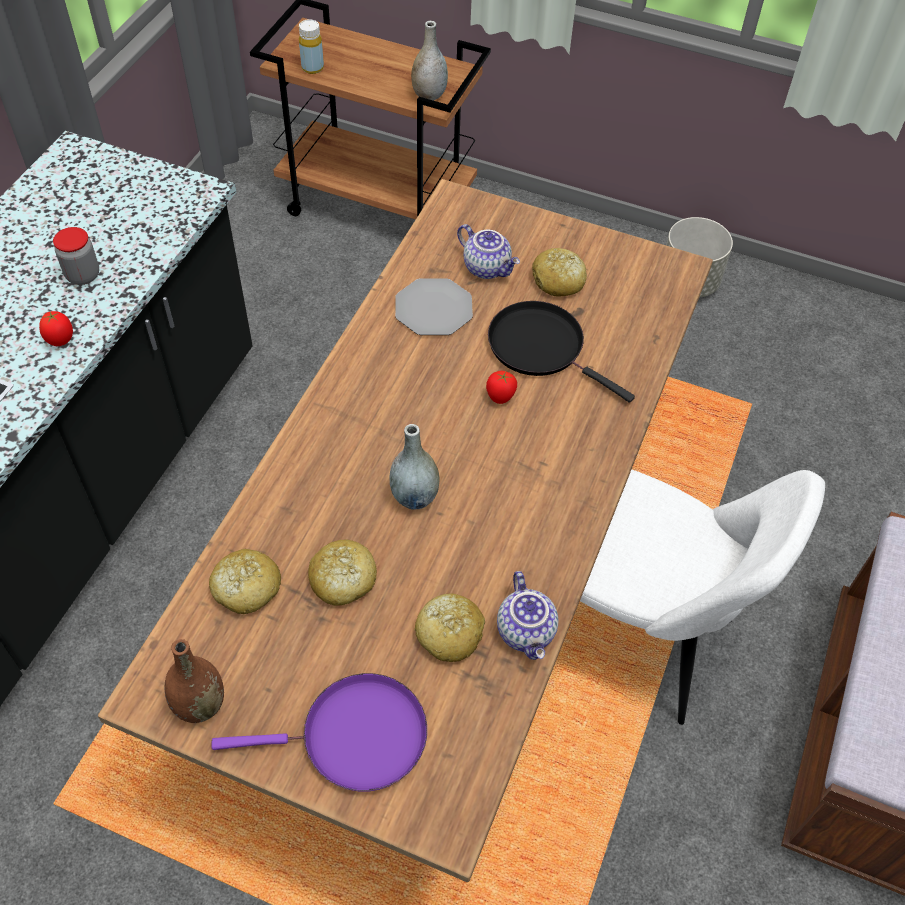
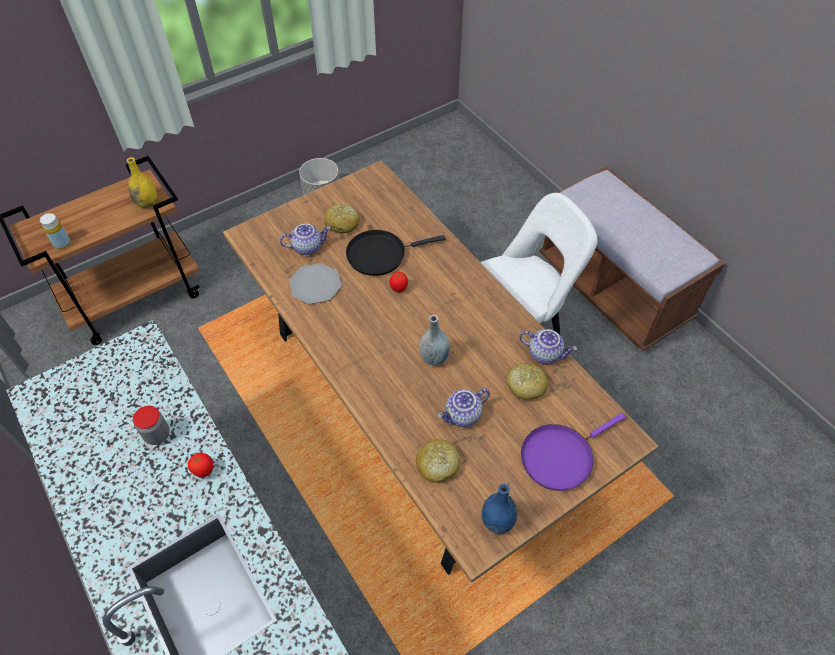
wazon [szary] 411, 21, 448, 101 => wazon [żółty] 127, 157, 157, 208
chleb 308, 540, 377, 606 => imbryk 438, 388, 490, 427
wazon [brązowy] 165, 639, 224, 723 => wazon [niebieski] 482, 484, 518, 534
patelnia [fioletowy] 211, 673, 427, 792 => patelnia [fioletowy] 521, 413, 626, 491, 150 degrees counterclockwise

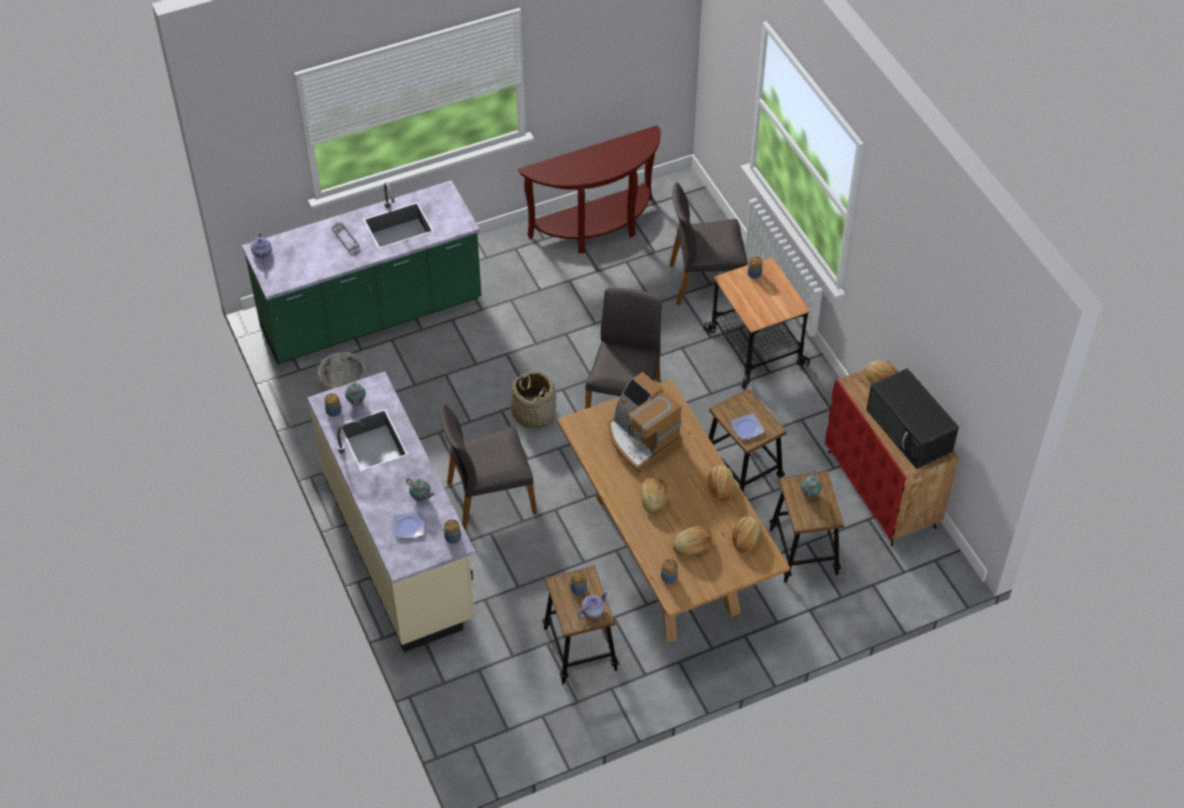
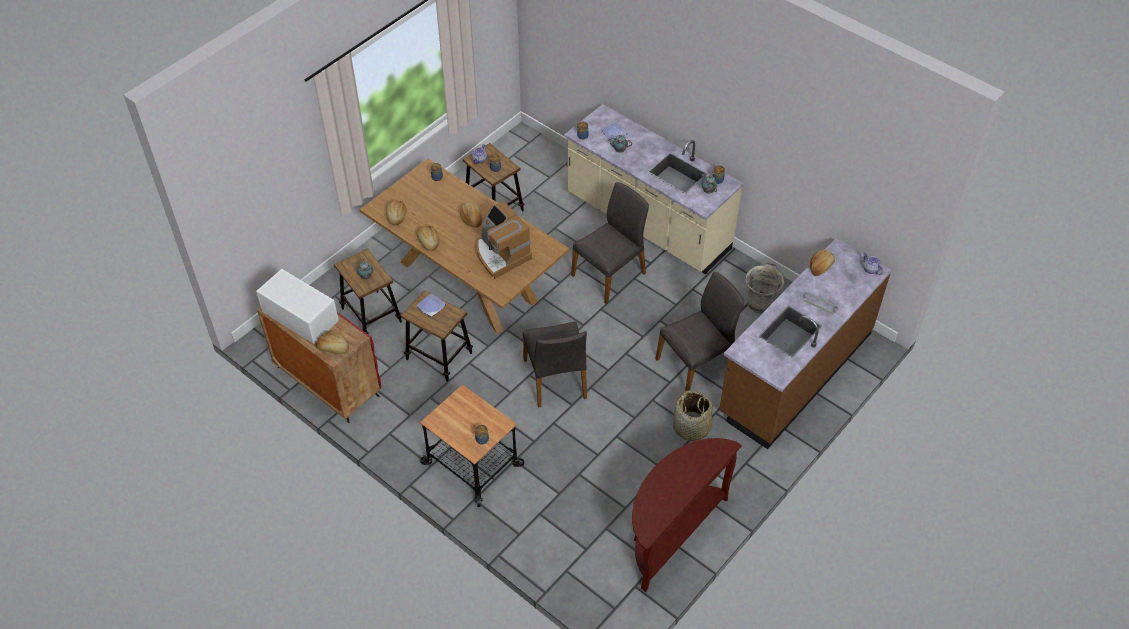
zabudowa kuchenna [zielony] 242, 180, 482, 364 => zabudowa kuchenna [brązowy] 719, 238, 892, 449
krzesło [szary] 670, 182, 747, 305 => krzesło [szary] 656, 272, 744, 391, moved
mikrofalówka [czarny] 866, 368, 959, 469 => mikrofalówka [biały] 256, 269, 339, 344
koszyk 511, 371, 556, 429 => koszyk 673, 390, 712, 441, moved
ekspres do kawy 608, 372, 682, 473 => ekspres do kawy 476, 201, 532, 279, 150 degrees counterclockwise
chleb 673, 526, 712, 556 => chleb 810, 250, 835, 276, moved

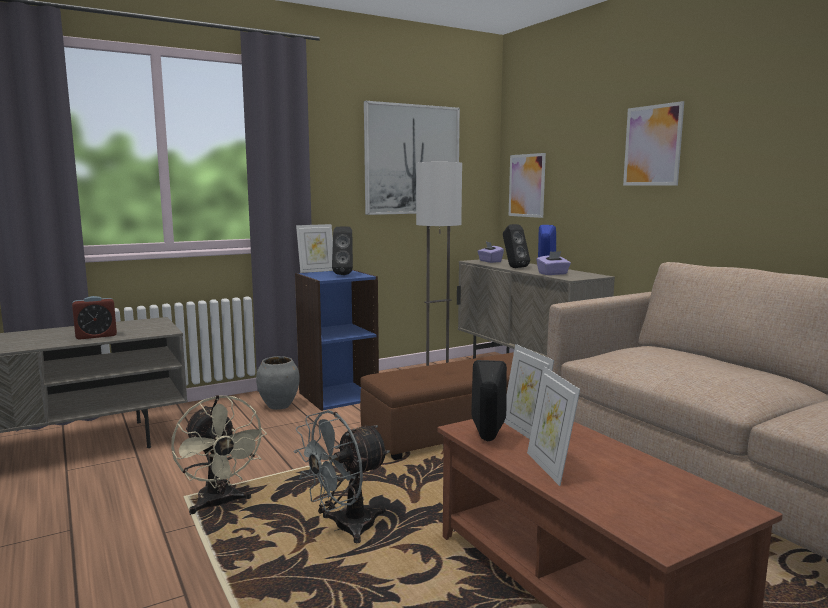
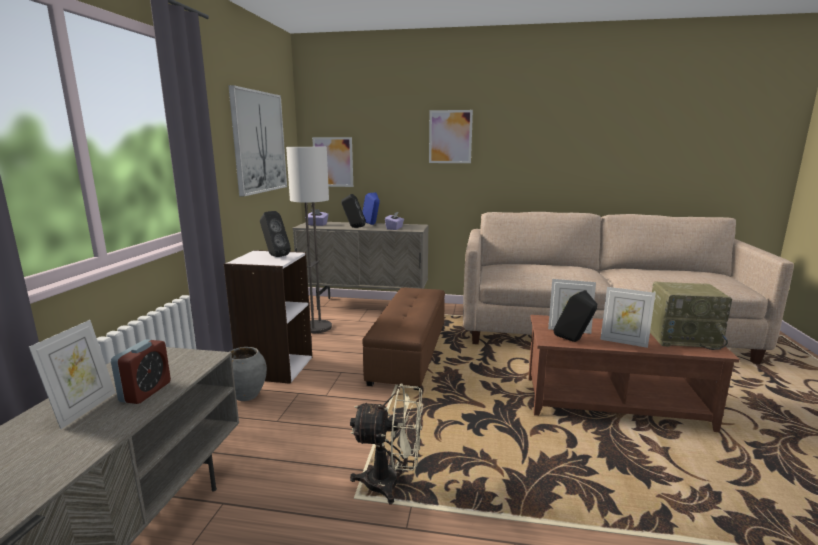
ramka na zdjęcie 296, 224, 333, 273 => ramka na zdjęcie 29, 320, 116, 429, moved
regał [niebieski] 295, 269, 379, 411 => regał [biały] 224, 250, 312, 384
wentylator [szary] 294, 410, 390, 543 => nothing
nothing => radio 650, 282, 732, 350

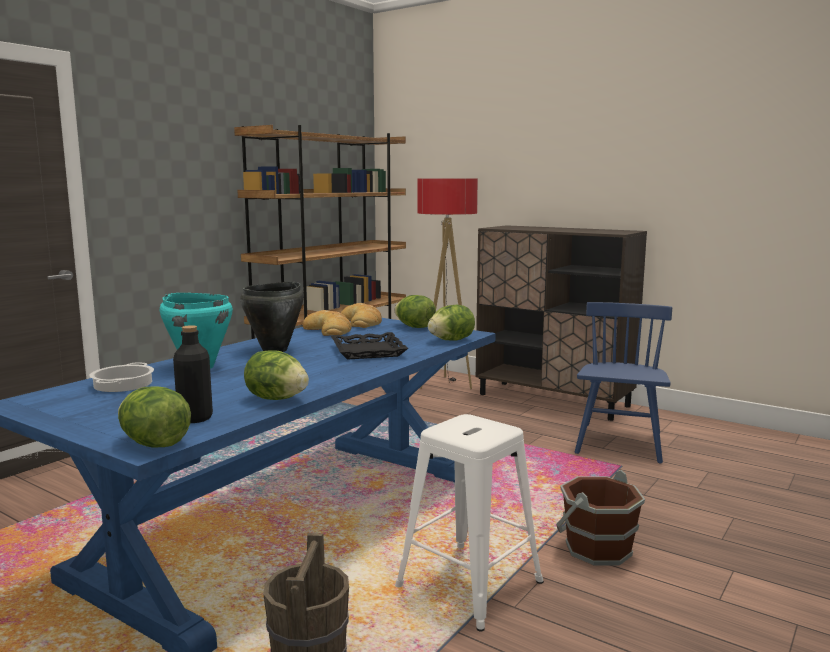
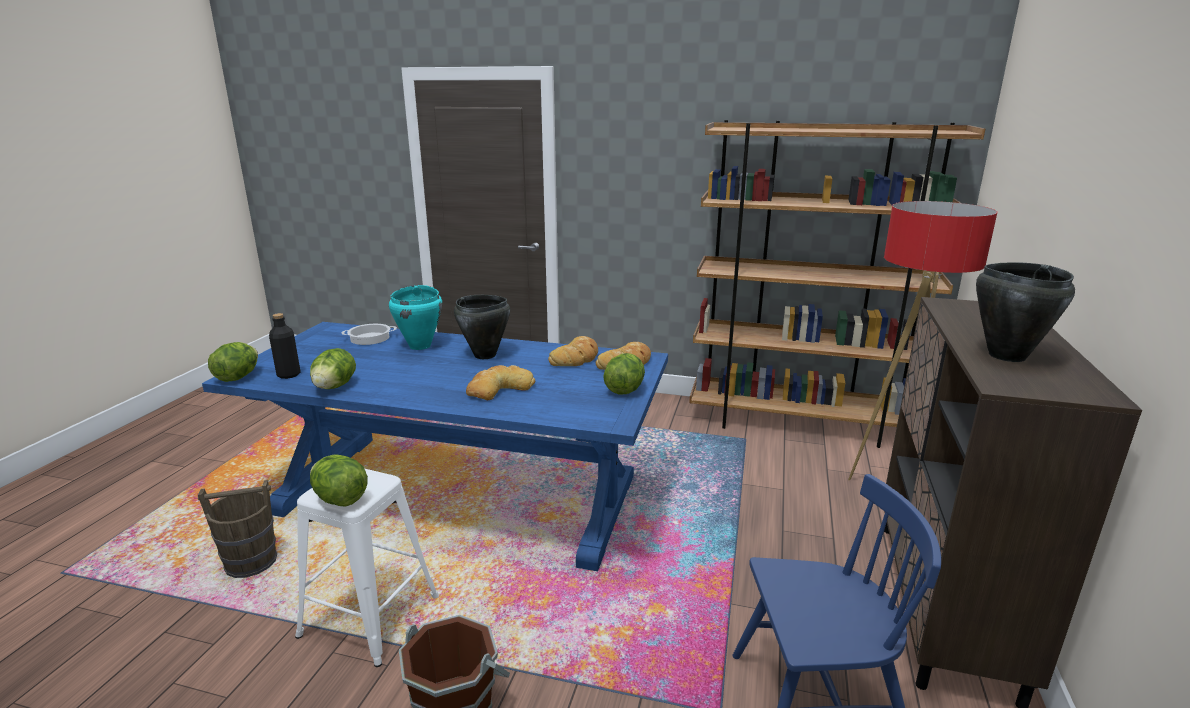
sałata 428, 305, 475, 340 => sałata 310, 454, 368, 507, moved
taca [czarny] 331, 332, 408, 360 => chleb 466, 365, 535, 400
nothing => garnek [czarny] 976, 262, 1075, 362

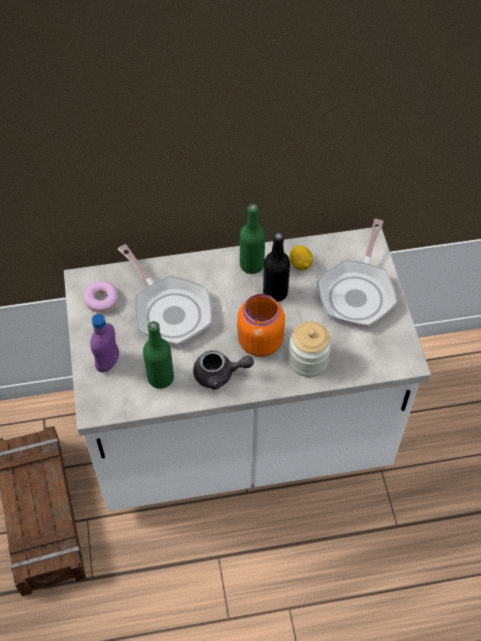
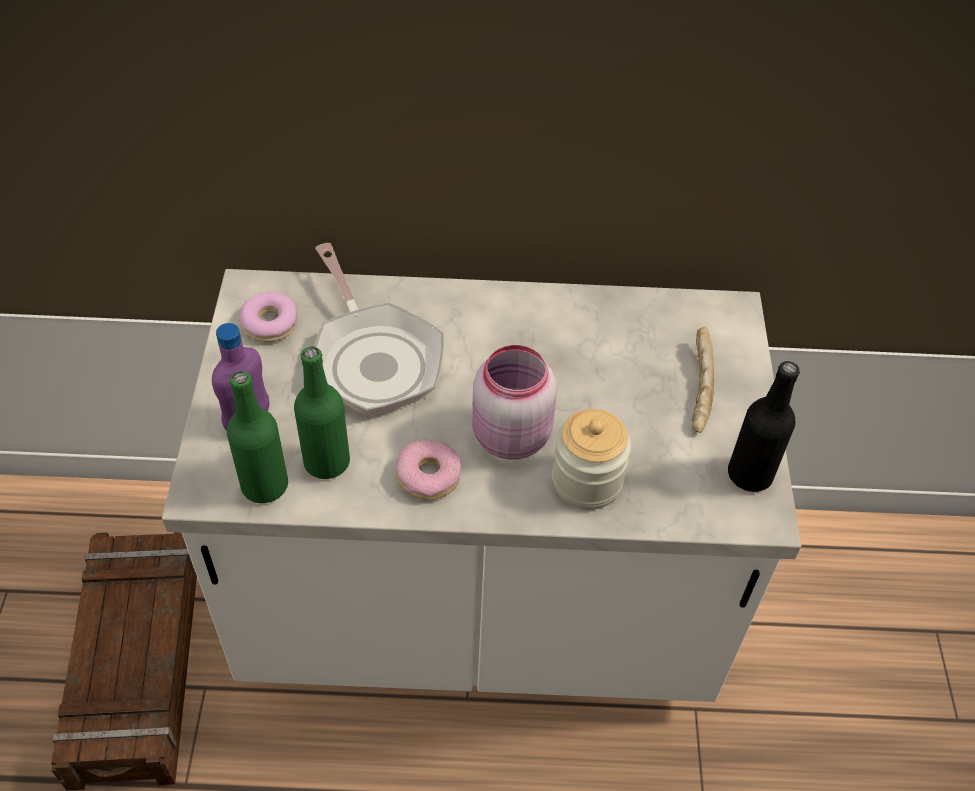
butelka [zielony] 240, 204, 265, 274 => butelka [zielony] 227, 371, 288, 503, moved
patelnia 317, 219, 398, 328 => chleb 692, 327, 714, 433
butelka [czarny] 263, 232, 290, 302 => butelka [czarny] 728, 361, 800, 492, moved
cytryna 290, 245, 313, 270 => nothing
słoik [pomarańczowy] 237, 294, 285, 357 => słoik [różowy] 472, 345, 557, 460
imbryk [szary] 193, 350, 254, 389 => donut 396, 439, 461, 500

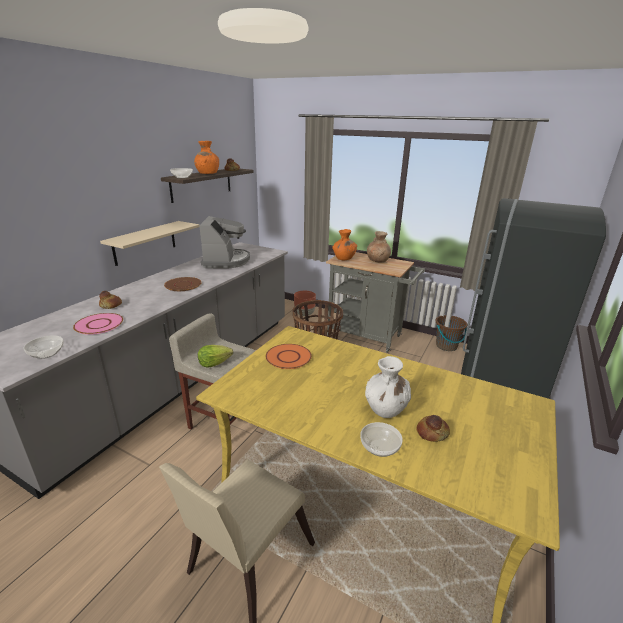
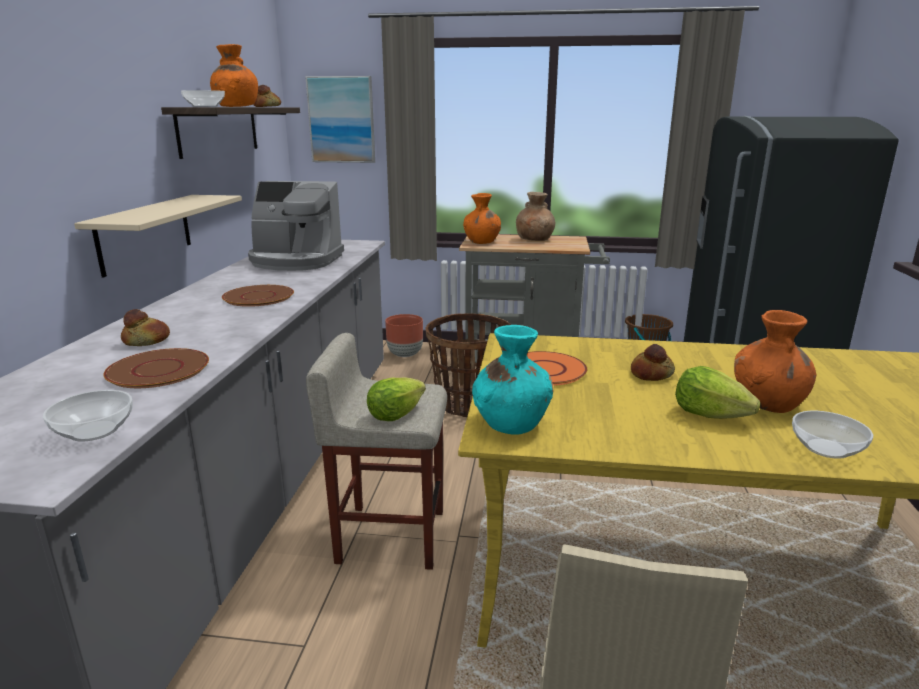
ekspres do kawy 199, 216, 250, 269 => ekspres do kawy 248, 181, 344, 271, 120 degrees clockwise
talerz [różowy] 73, 313, 123, 335 => talerz [brązowy] 103, 348, 209, 388
wazon [biały] 365, 356, 411, 418 => wazon [pomarańczowy] 734, 310, 816, 413
chleb 417, 415, 450, 442 => chleb 631, 344, 675, 381, moved
nothing => obraz 305, 76, 375, 163
nothing => wazon [turkusowy] 472, 325, 553, 435
nothing => sałata 675, 366, 760, 419

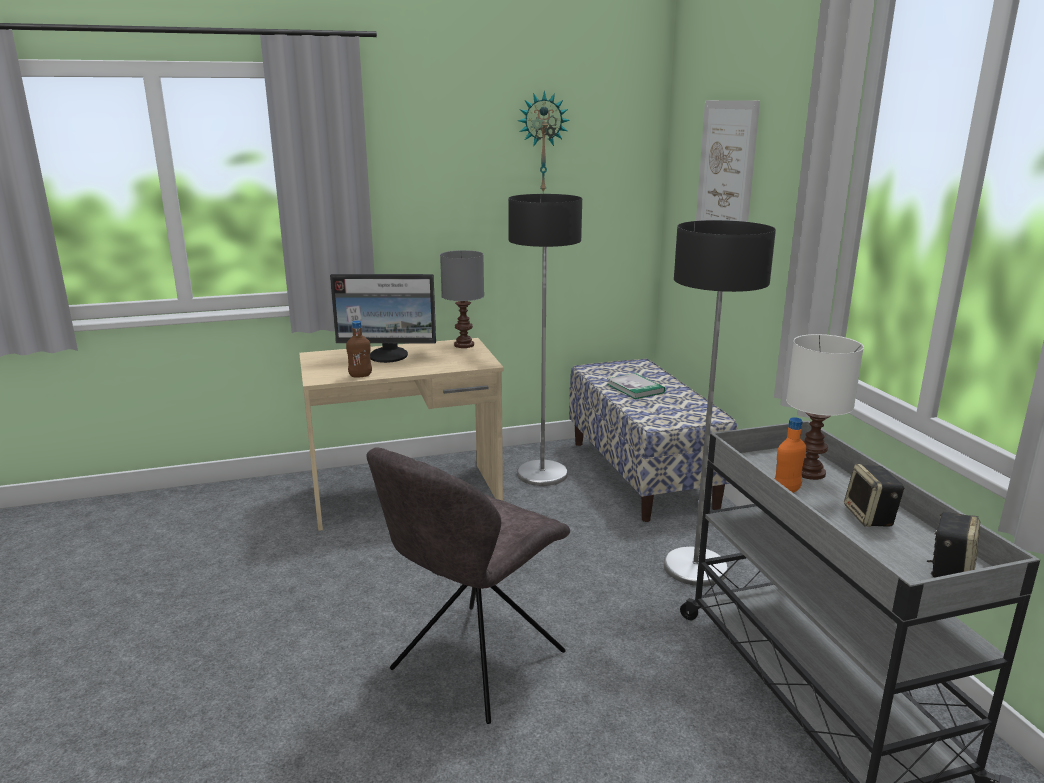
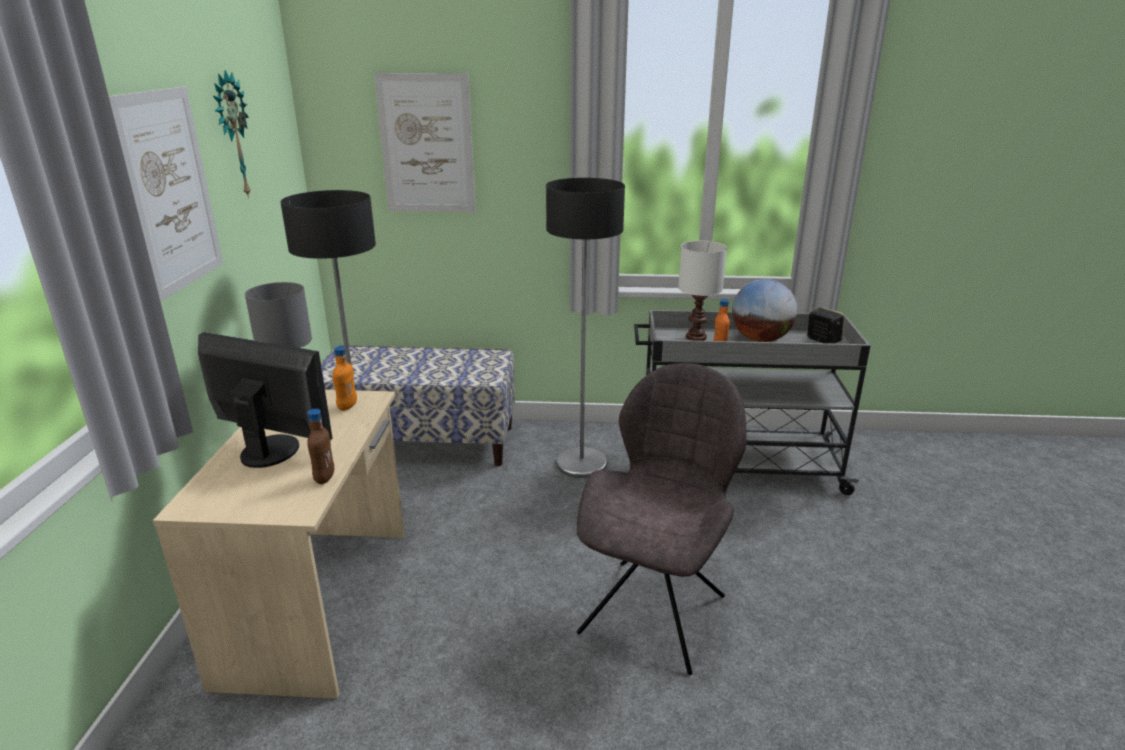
monitor 330, 274, 436, 363 => monitor 198, 332, 333, 468, 90 degrees counterclockwise
książka 607, 373, 665, 399 => nothing
krzesło [szary] 366, 447, 570, 724 => krzesło [szary] 577, 363, 747, 675, 120 degrees counterclockwise
głośnik 844, 464, 904, 527 => globus 732, 279, 797, 342
nothing => obraz 109, 86, 223, 302
nothing => butelka [pomarańczowy] 332, 346, 357, 411

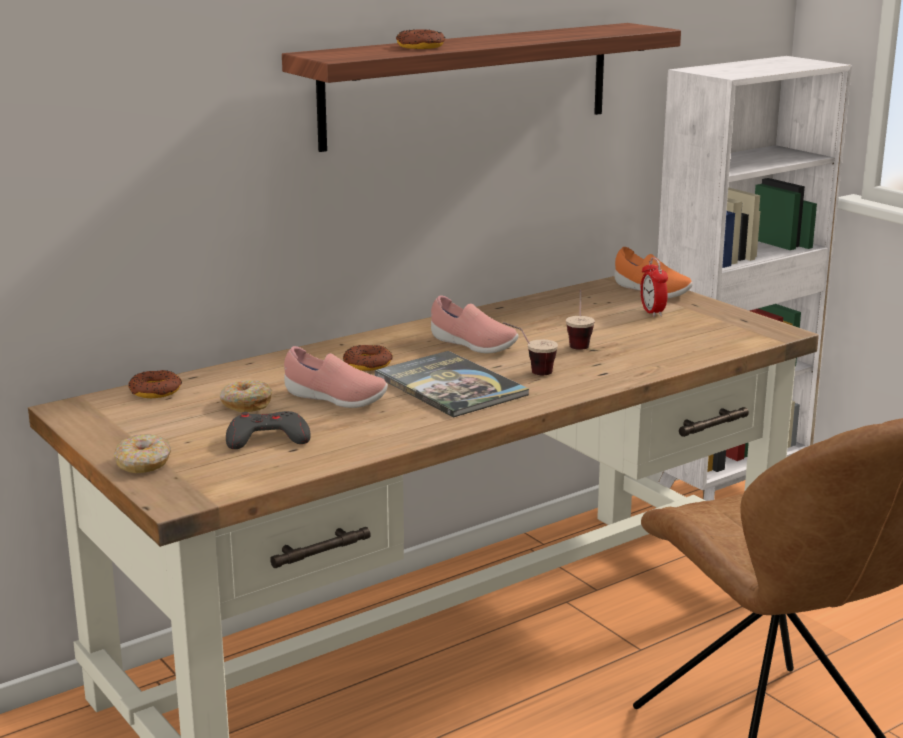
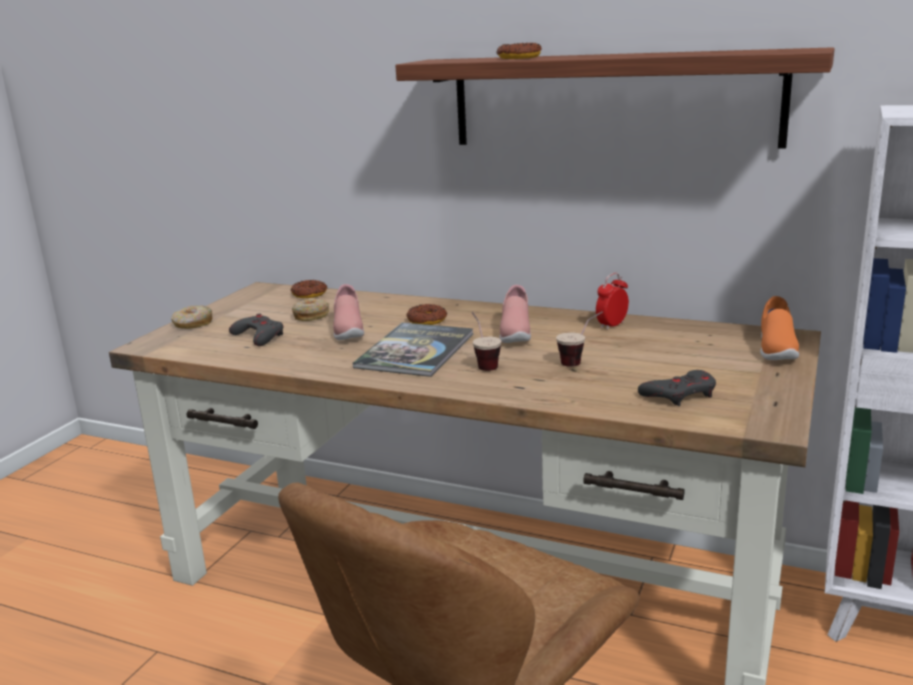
budzik 640, 257, 668, 317 => budzik 596, 273, 629, 330, moved
nothing => pad do gier [szary] 638, 370, 716, 406

